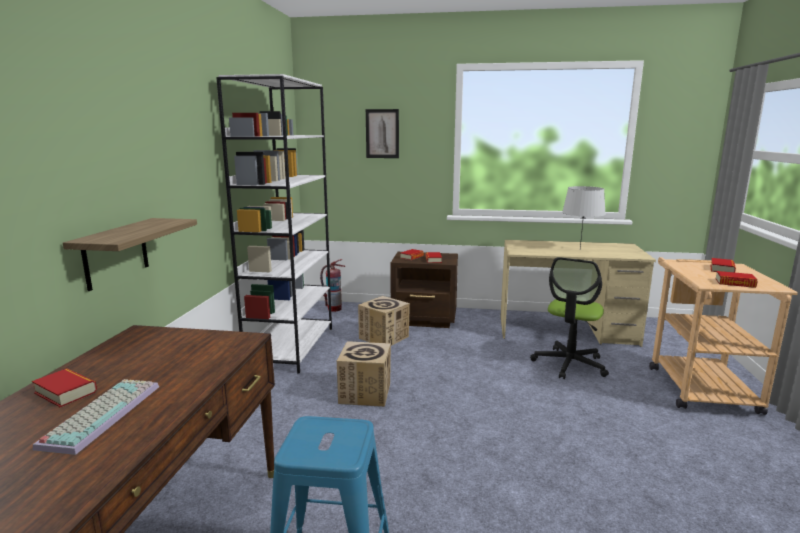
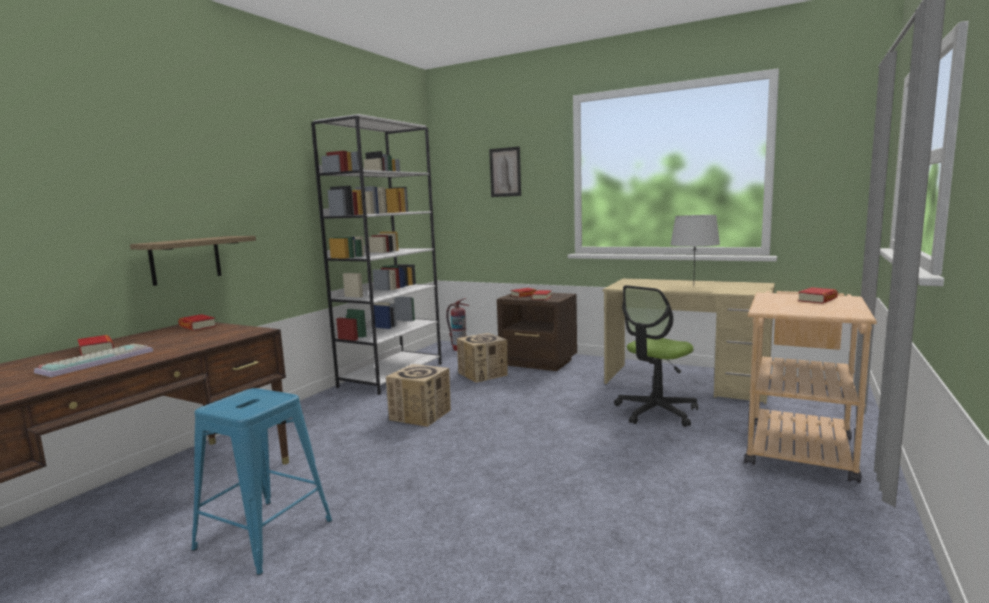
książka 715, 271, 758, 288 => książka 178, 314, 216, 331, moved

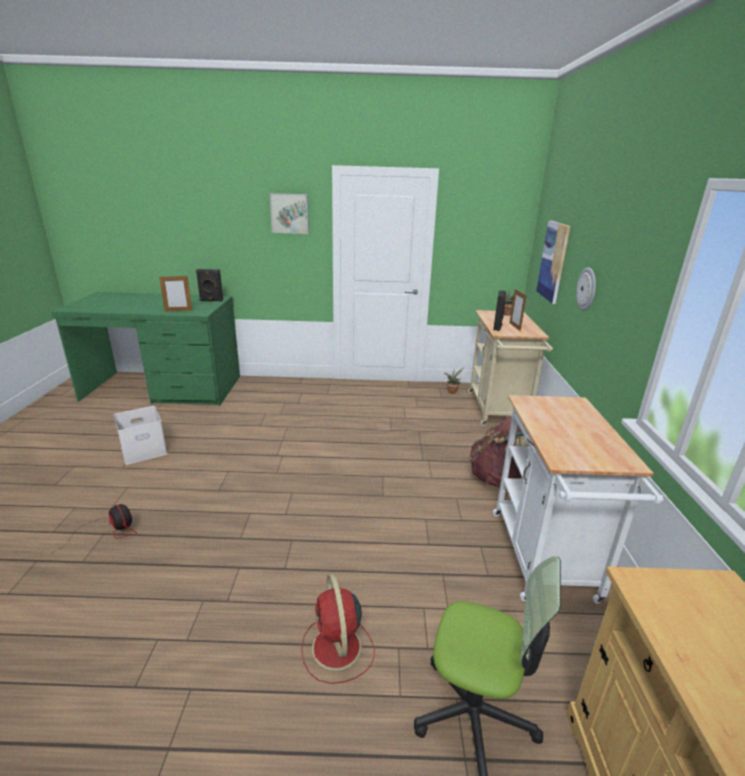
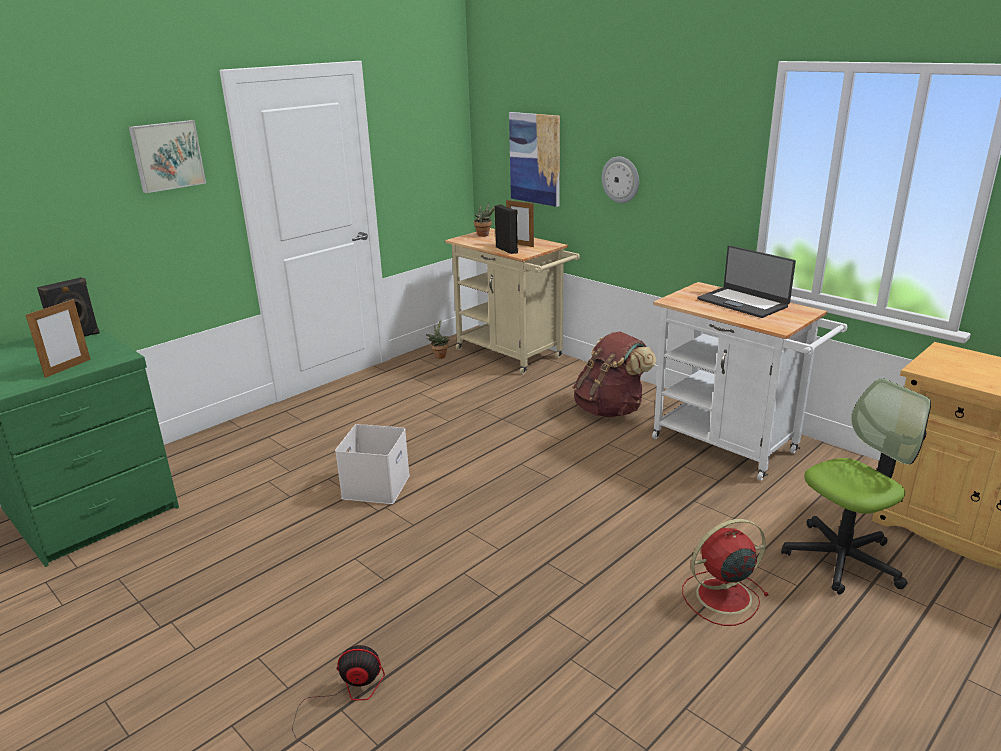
pojemnik do przechowywania [biały] 114, 406, 167, 465 => pojemnik do przechowywania [biały] 335, 424, 410, 504, moved
wentylator [czerwony] 301, 574, 375, 684 => wentylator [czerwony] 682, 519, 769, 626, 135 degrees clockwise
nothing => laptop 697, 246, 796, 318

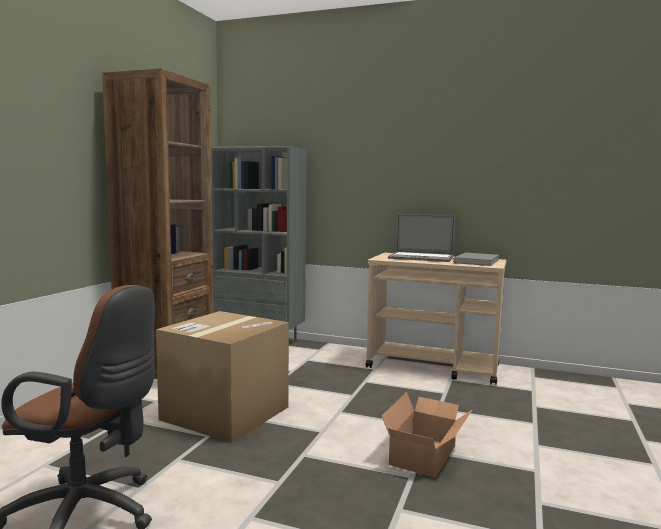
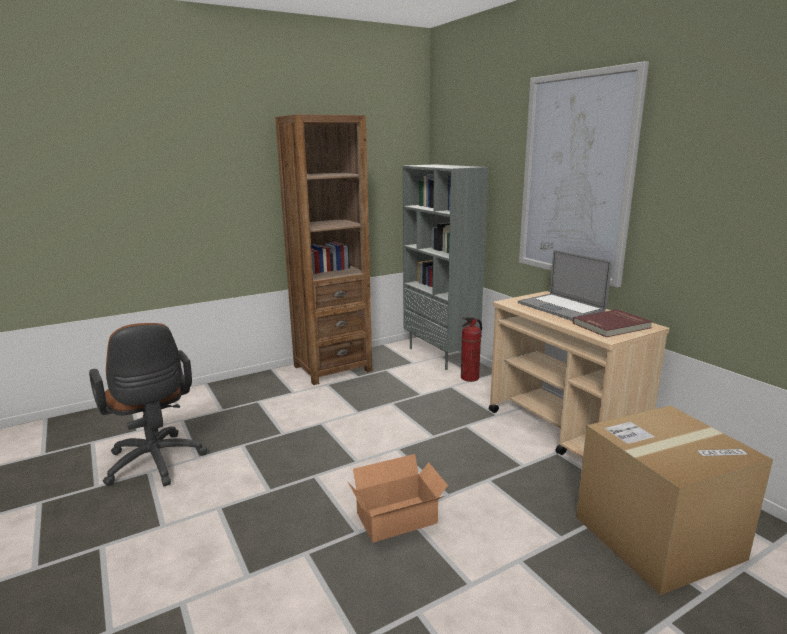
książka [szary] 453, 252, 499, 266 => książka [czerwony] 573, 309, 653, 337
karton 156, 311, 289, 443 => karton 576, 405, 773, 595, moved
nothing => obraz 519, 61, 649, 288
nothing => gaśnica 461, 317, 482, 382

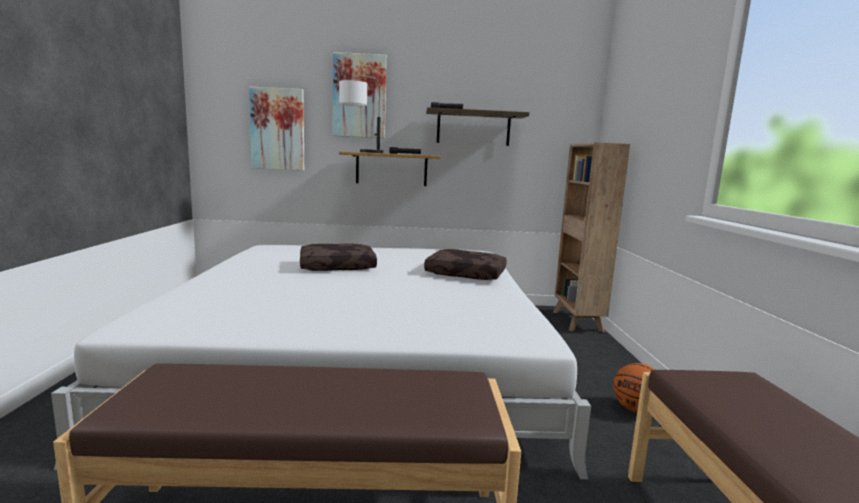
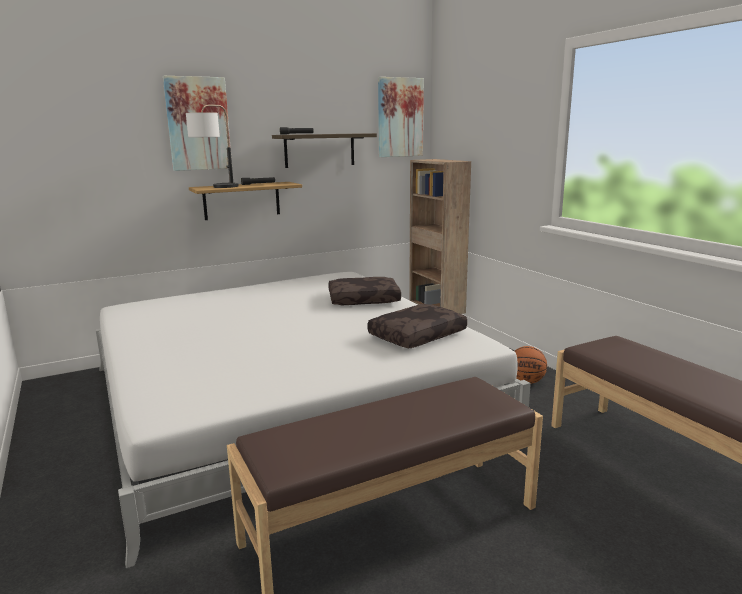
obraz 249, 86, 304, 171 => obraz 378, 77, 424, 157, moved
poduszka [brązowy] 300, 244, 377, 271 => poduszka [brązowy] 367, 304, 467, 348, moved

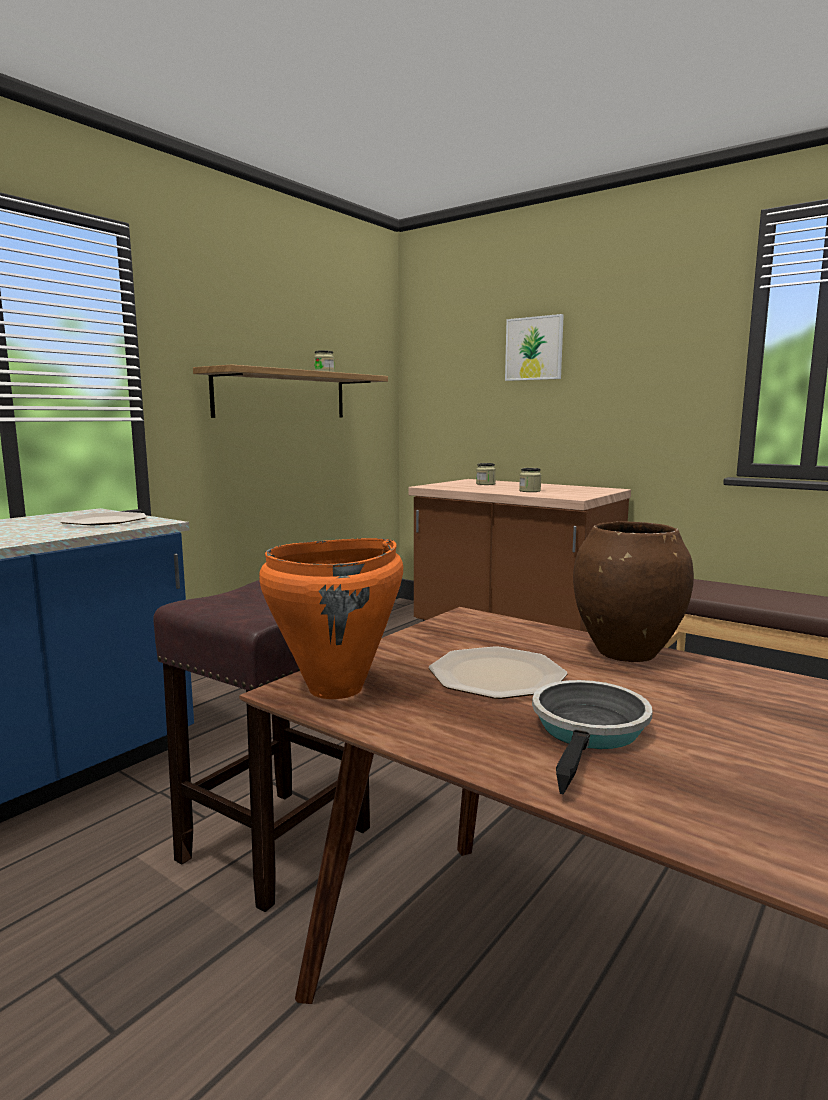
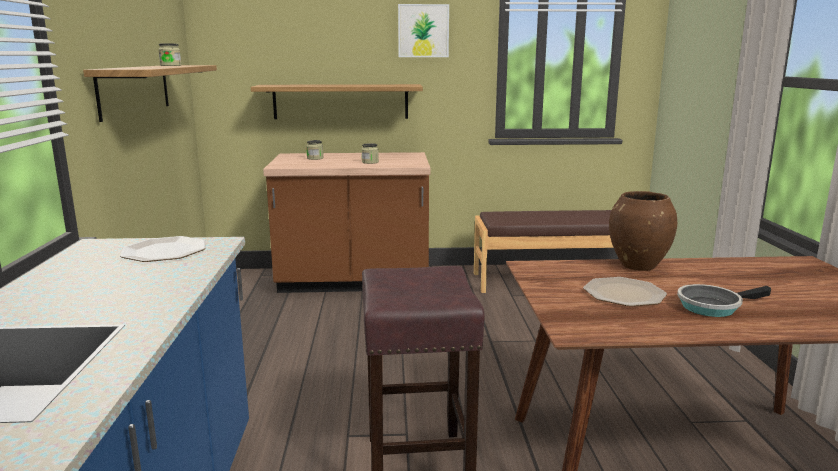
obraz 505, 314, 564, 381 => obraz 398, 4, 449, 57, moved
garnek [pomarańczowy] 259, 538, 403, 699 => nothing
patelnia 532, 680, 653, 794 => patelnia 677, 284, 771, 317, 90 degrees counterclockwise
nothing => półka 251, 84, 423, 119

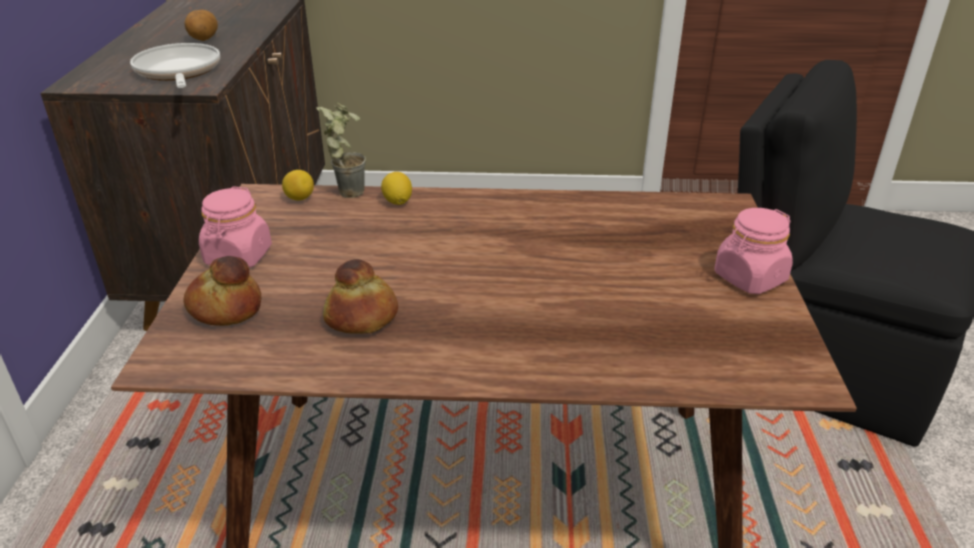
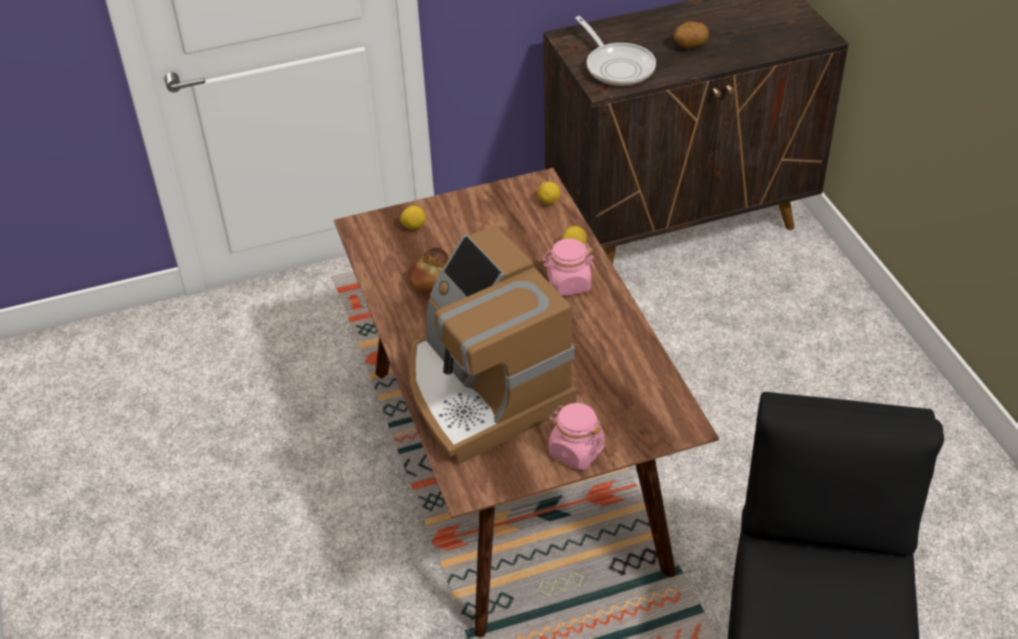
patelnia 130, 43, 220, 88 => patelnia 575, 16, 656, 86, 105 degrees clockwise
roślina doniczkowa 316, 102, 366, 198 => nothing
słoik [różowy] 199, 186, 272, 268 => słoik [różowy] 542, 238, 595, 296, moved
chleb 184, 256, 261, 326 => cytryna 400, 206, 425, 229
nothing => ekspres do kawy 409, 225, 577, 465

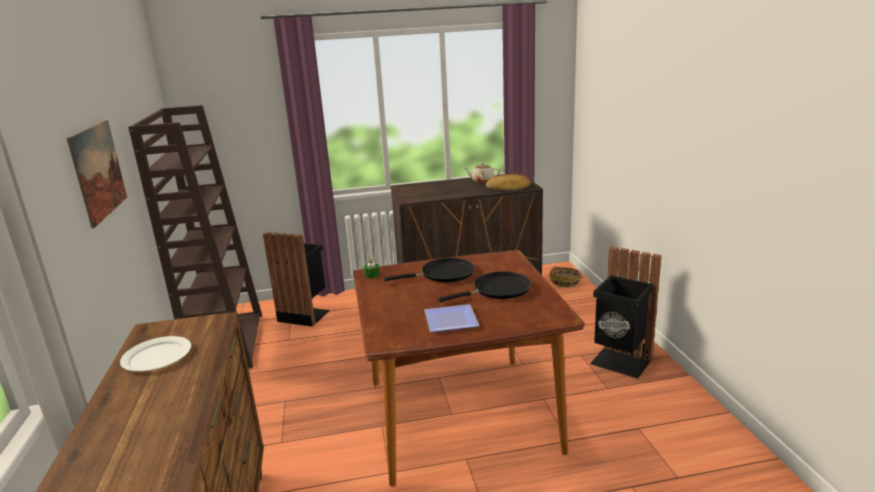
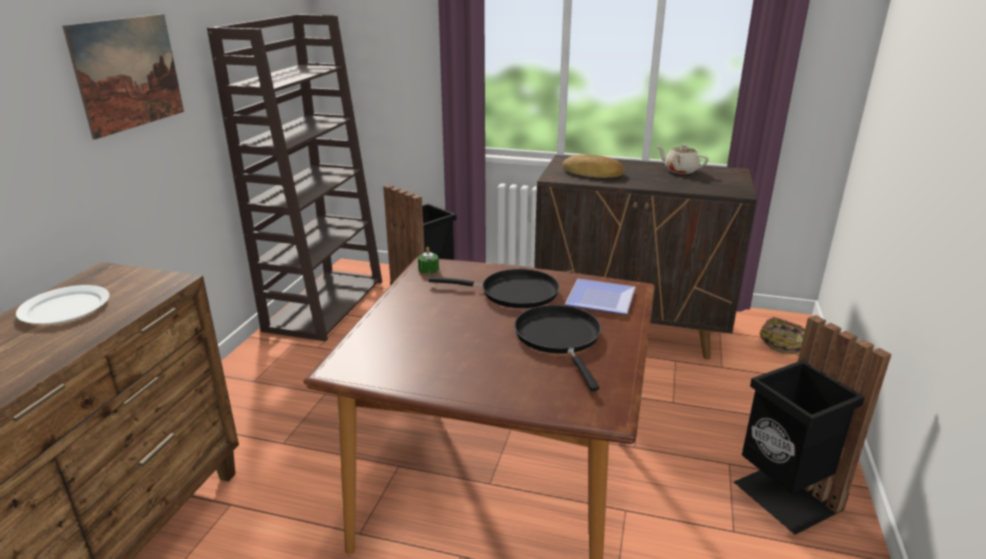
chleb 486, 174, 530, 190 => chleb 562, 154, 625, 178, moved
patelnia [czarny] 438, 271, 531, 302 => patelnia [czarny] 514, 305, 601, 391, 105 degrees counterclockwise
talerz 424, 304, 479, 332 => talerz 565, 279, 636, 314, moved

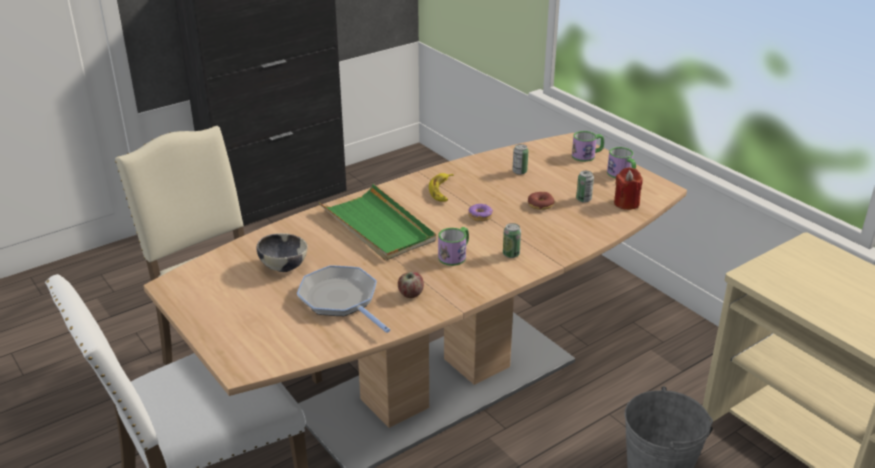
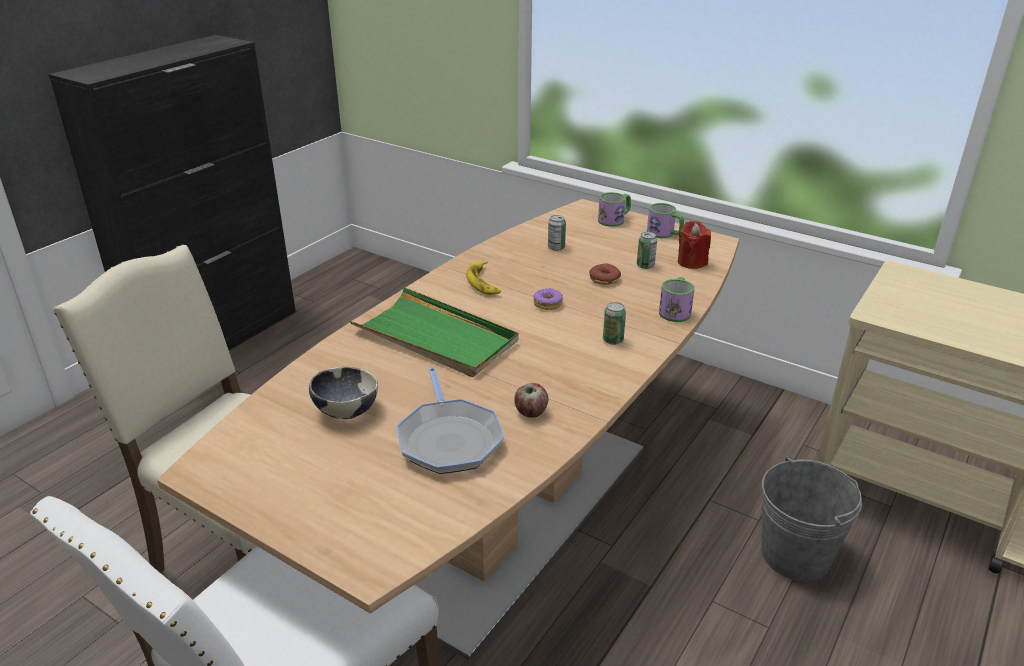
kubek 438, 227, 469, 266 => kubek 659, 277, 695, 322, moved
patelnia 297, 265, 390, 333 => patelnia 396, 367, 504, 474, 135 degrees counterclockwise

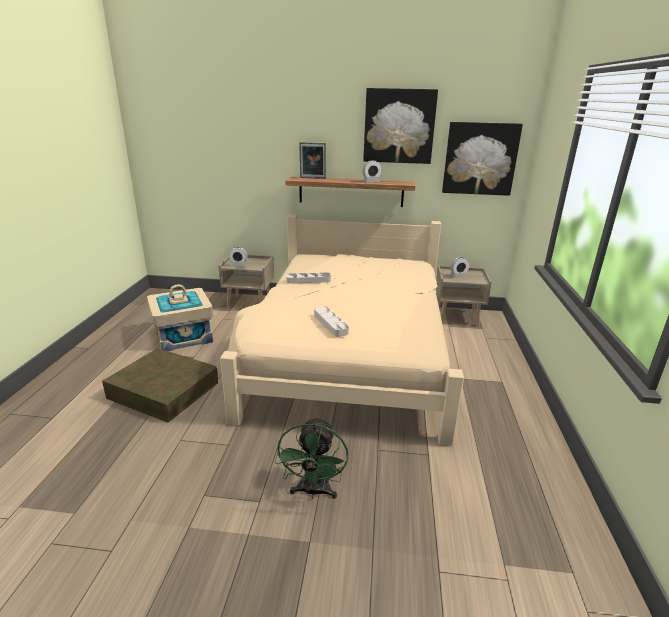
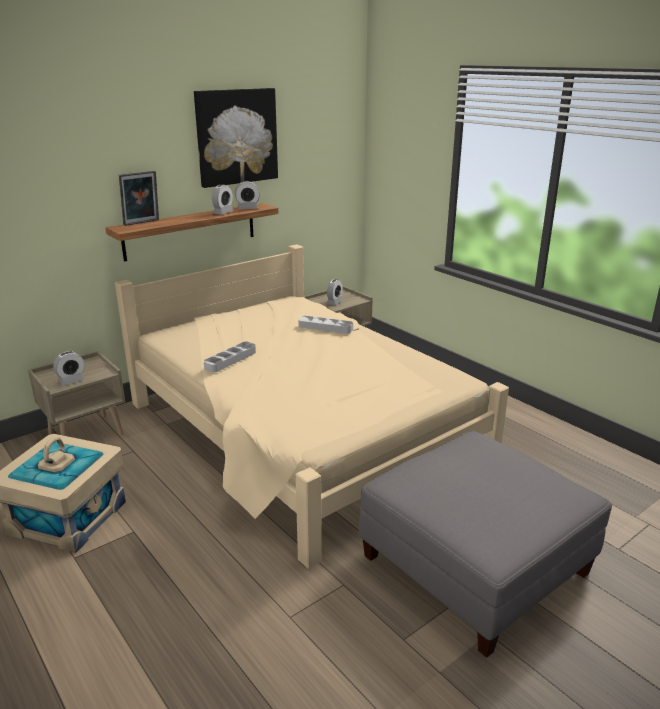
obraz 442, 122, 523, 196 => nothing
taca [szary] 314, 306, 349, 337 => taca [szary] 299, 316, 353, 334, moved
pojemnik do przechowywania [brązowy] 102, 348, 218, 423 => nothing
wentylator [zielony] 275, 416, 348, 499 => pufa [szary] 359, 431, 612, 658
nothing => budzik 235, 181, 260, 209

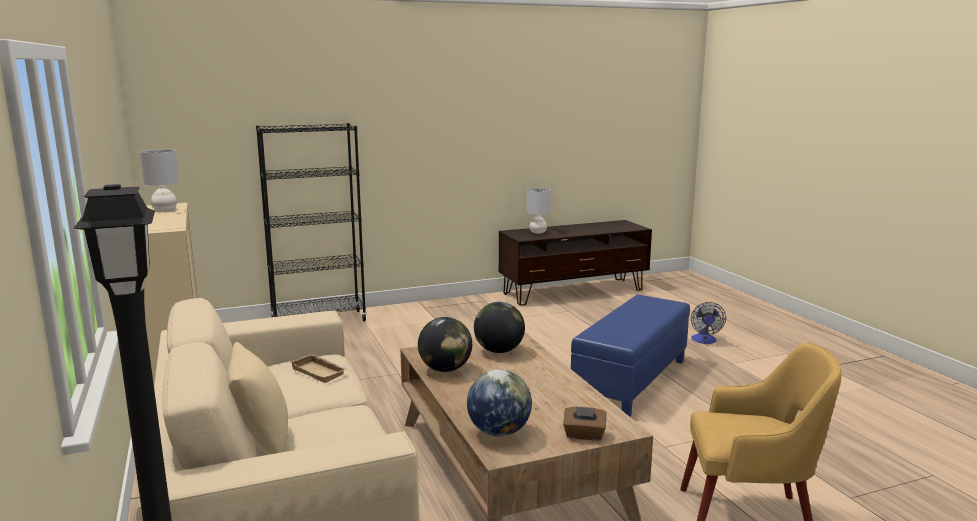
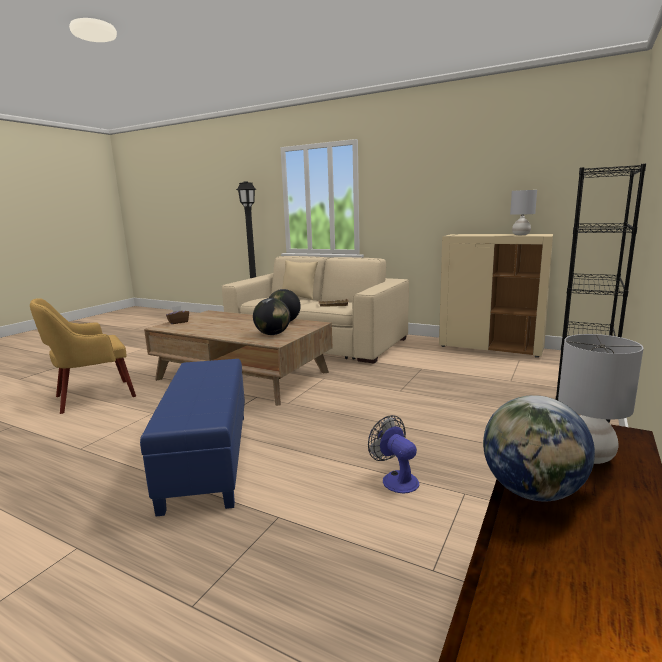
wentylator 691, 302, 726, 344 => wentylator 368, 415, 419, 494, moved
globus 467, 370, 532, 437 => globus 483, 395, 595, 501, moved

